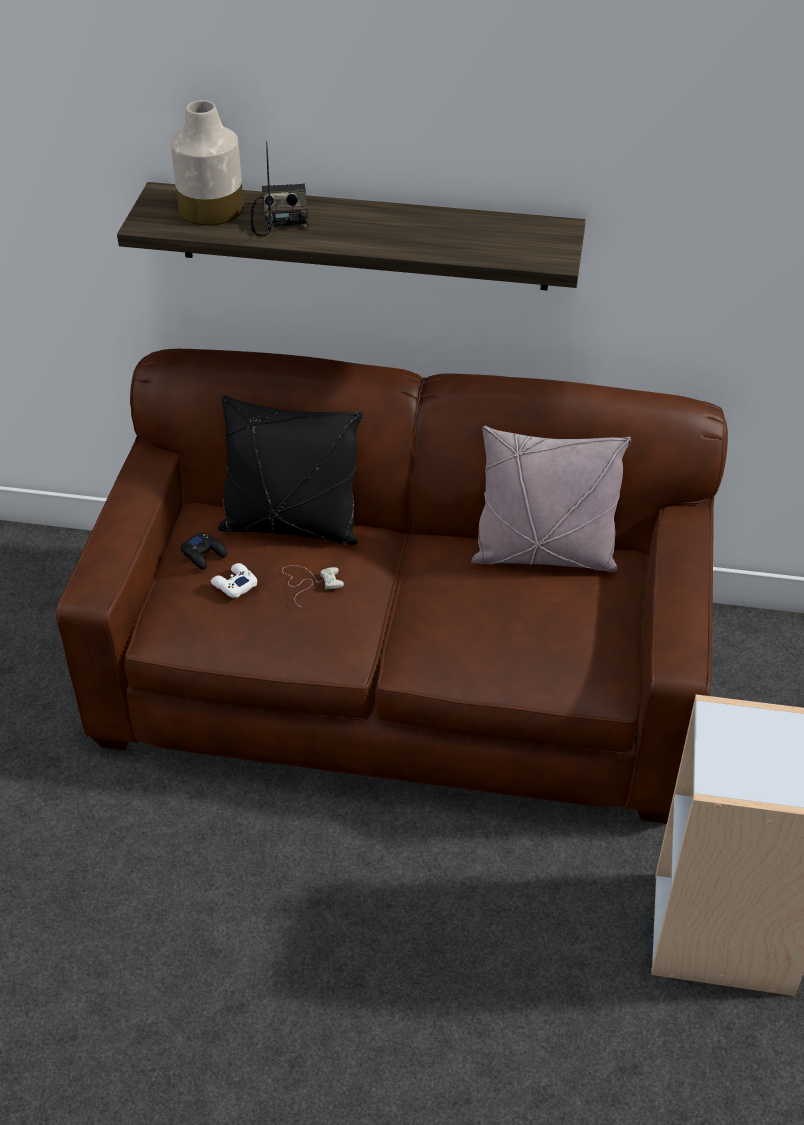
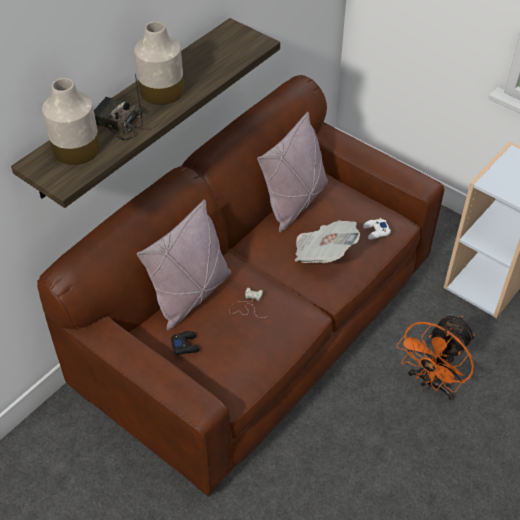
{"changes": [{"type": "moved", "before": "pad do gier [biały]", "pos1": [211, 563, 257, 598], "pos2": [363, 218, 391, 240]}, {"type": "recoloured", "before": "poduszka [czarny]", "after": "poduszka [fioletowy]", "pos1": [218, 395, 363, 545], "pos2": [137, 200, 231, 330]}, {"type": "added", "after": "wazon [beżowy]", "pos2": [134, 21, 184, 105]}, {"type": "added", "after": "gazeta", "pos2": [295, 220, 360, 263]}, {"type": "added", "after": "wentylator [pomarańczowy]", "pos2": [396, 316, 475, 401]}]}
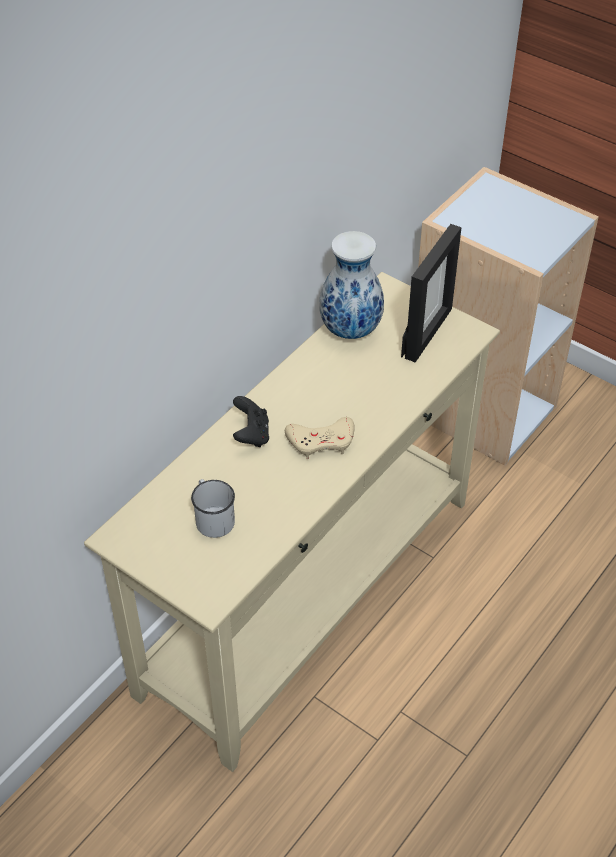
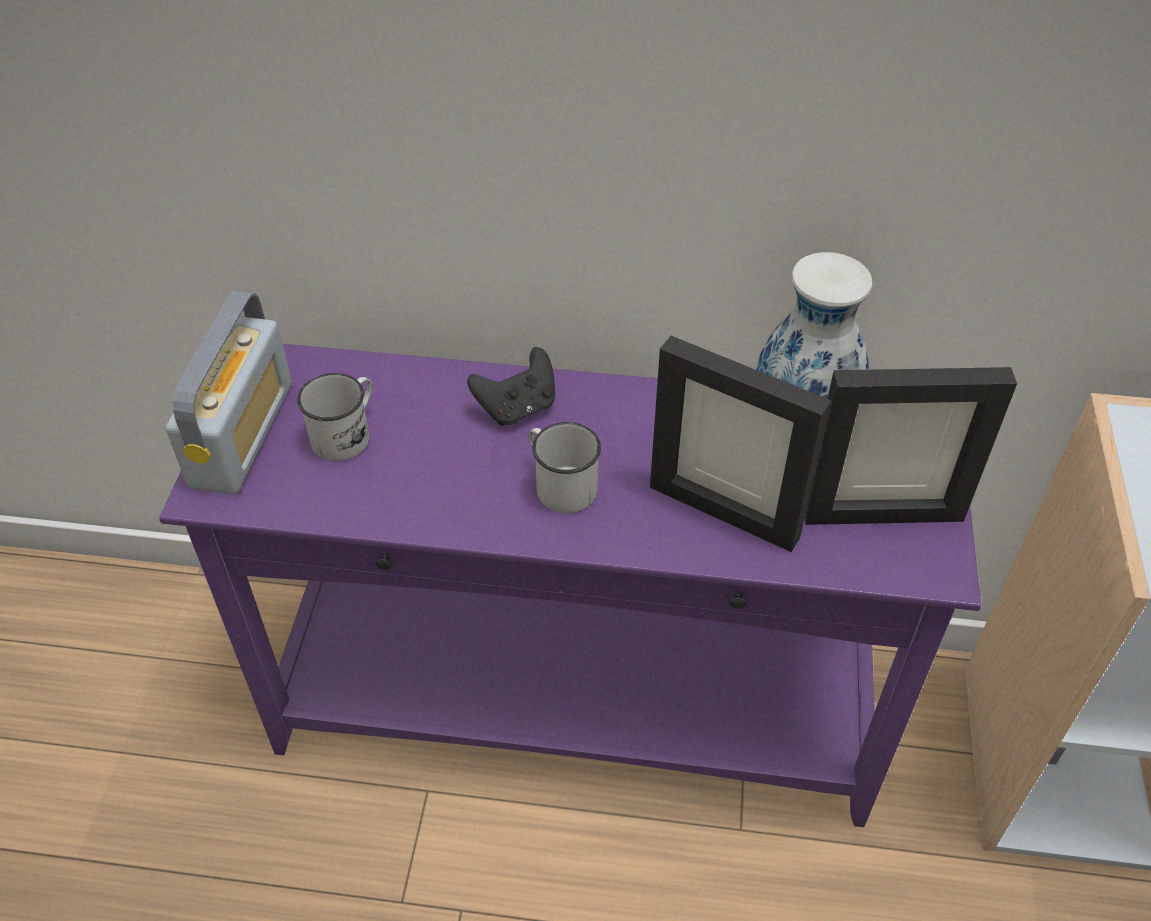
{"changes": [{"type": "recoloured", "before": "stolik konsolowy [beżowy]", "after": "stolik konsolowy [fioletowy]", "pos1": [84, 272, 500, 772], "pos2": [159, 344, 981, 827]}, {"type": "replaced", "before": "pad do gier [beżowy]", "after": "kubek [biały]", "pos1": [285, 417, 355, 459], "pos2": [529, 422, 601, 513]}, {"type": "added", "after": "radio", "pos2": [166, 291, 292, 495]}, {"type": "added", "after": "ramka na zdjęcie", "pos2": [650, 336, 831, 552]}]}
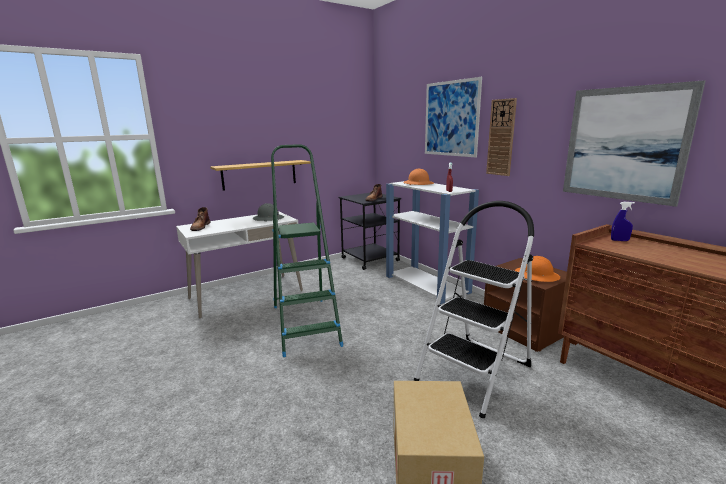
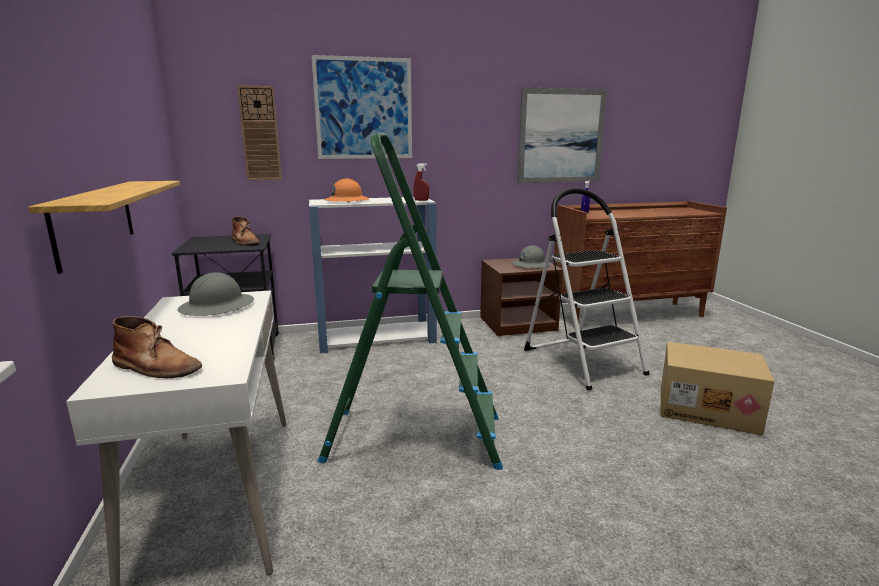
{"changes": [{"type": "moved", "before": "zegar ścienny", "pos1": [486, 98, 517, 176], "pos2": [237, 85, 282, 180]}, {"type": "recoloured", "before": "kask [pomarańczowy]", "after": "kask [szary]", "pos1": [515, 256, 560, 282], "pos2": [512, 246, 551, 268]}]}
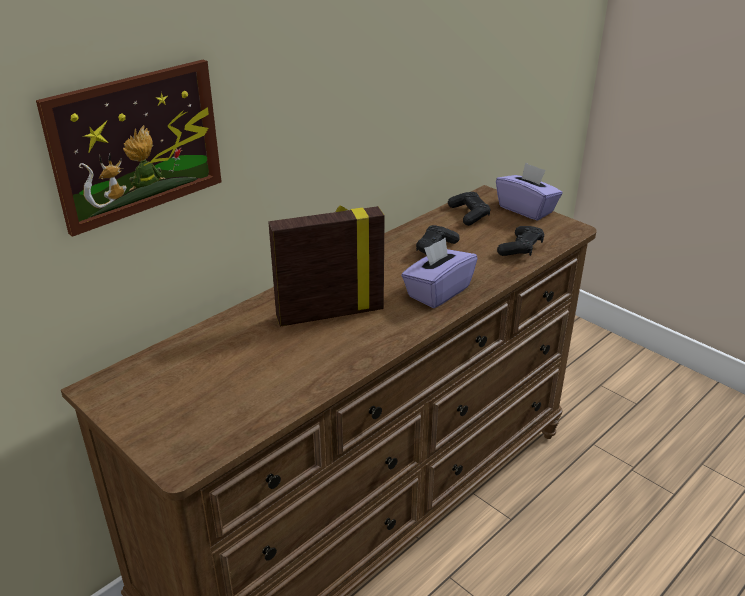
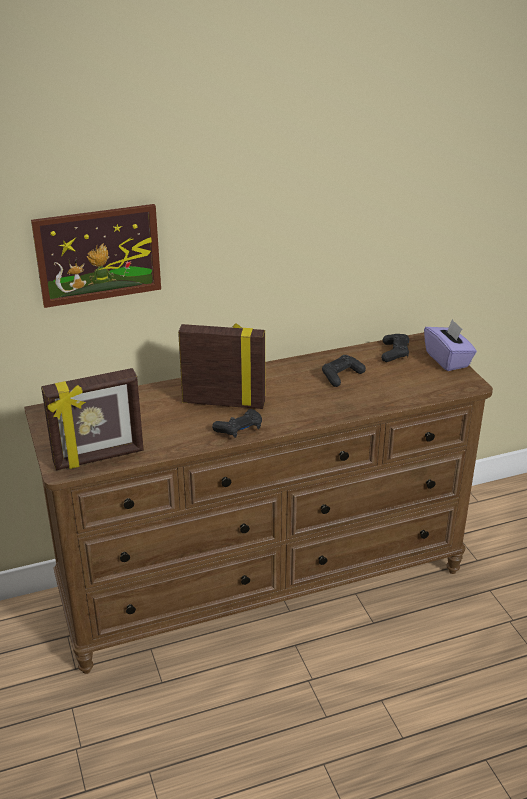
{"changes": [{"type": "removed", "before": "pudełko chusteczek [fioletowy]", "pos1": [401, 238, 478, 308]}, {"type": "moved", "before": "pad do gier [czarny]", "pos1": [497, 226, 544, 256], "pos2": [212, 409, 262, 438]}, {"type": "added", "after": "ramka na zdjęcie", "pos2": [41, 368, 144, 470]}]}
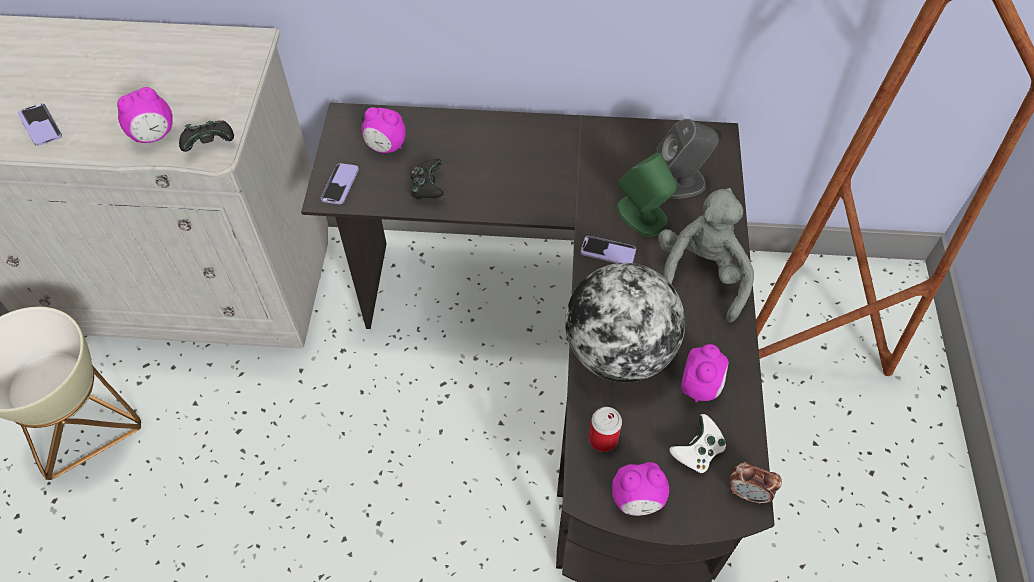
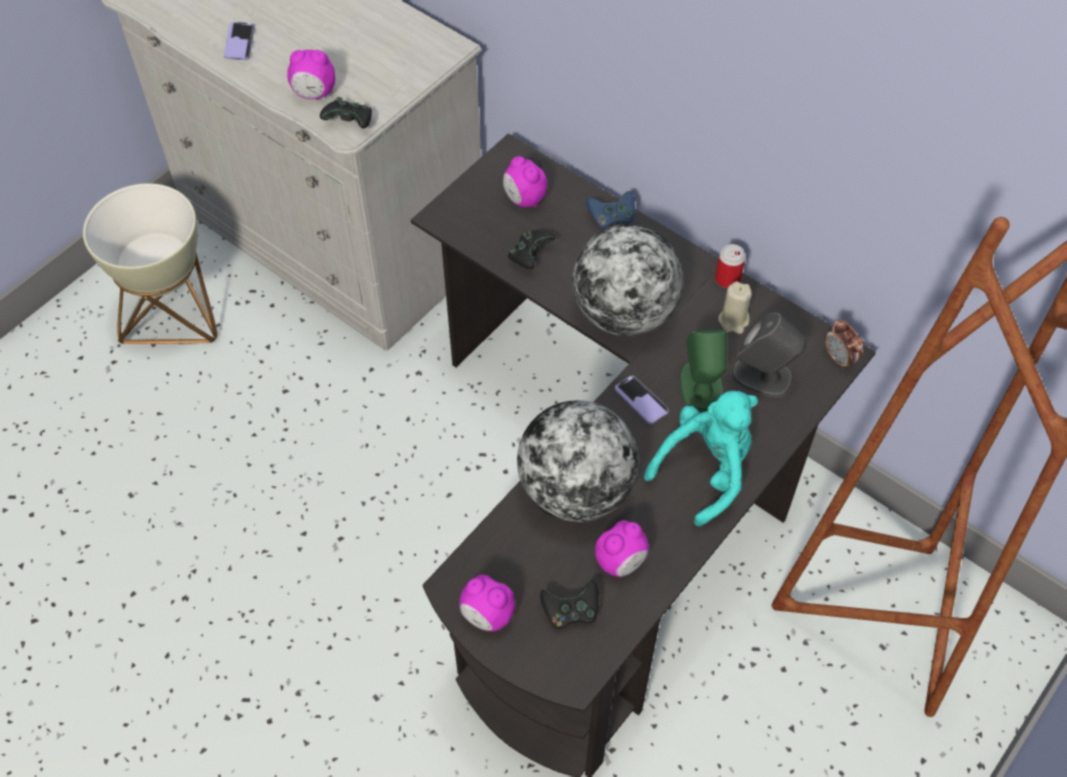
{"changes": [{"type": "removed", "before": "telefon", "pos1": [321, 163, 359, 204]}, {"type": "moved", "before": "puszka", "pos1": [589, 407, 622, 452], "pos2": [715, 244, 746, 288]}, {"type": "recoloured", "before": "pluszak [szary]", "after": "pluszak [turkusowy]", "pos1": [658, 188, 754, 323], "pos2": [644, 391, 758, 526]}, {"type": "recoloured", "before": "pad do gier [biały]", "after": "pad do gier [czarny]", "pos1": [669, 414, 726, 473], "pos2": [540, 581, 599, 629]}, {"type": "moved", "before": "budzik", "pos1": [729, 462, 782, 504], "pos2": [825, 319, 864, 370]}, {"type": "added", "after": "globus", "pos2": [572, 224, 683, 336]}, {"type": "added", "after": "pad do gier [niebieski]", "pos2": [587, 191, 635, 229]}, {"type": "added", "after": "świeca [beżowy]", "pos2": [718, 281, 752, 334]}]}
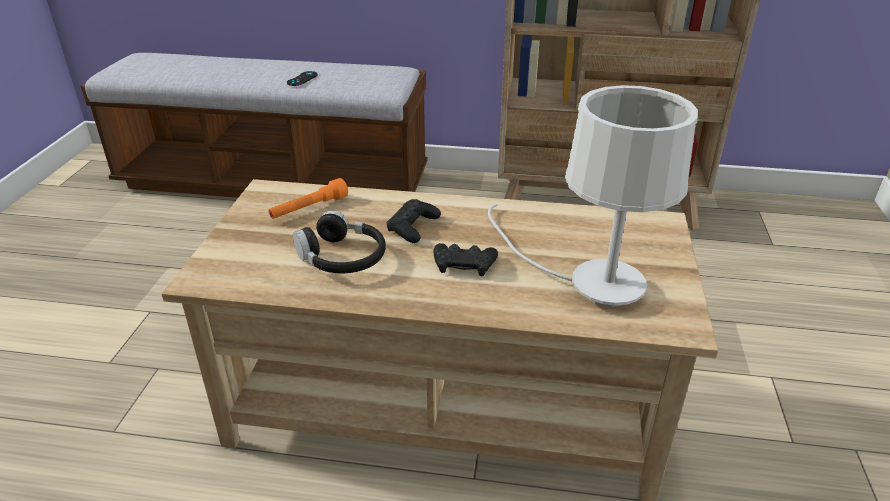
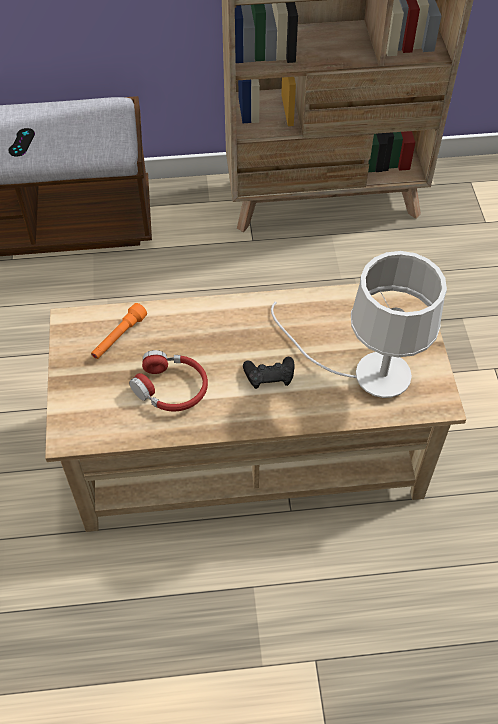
{"changes": [{"type": "recoloured", "before": "słuchawki [czarny]", "after": "słuchawki [czerwony]", "pos1": [293, 210, 386, 273], "pos2": [129, 350, 208, 411]}, {"type": "removed", "before": "pad do gier [czarny]", "pos1": [386, 199, 441, 243]}]}
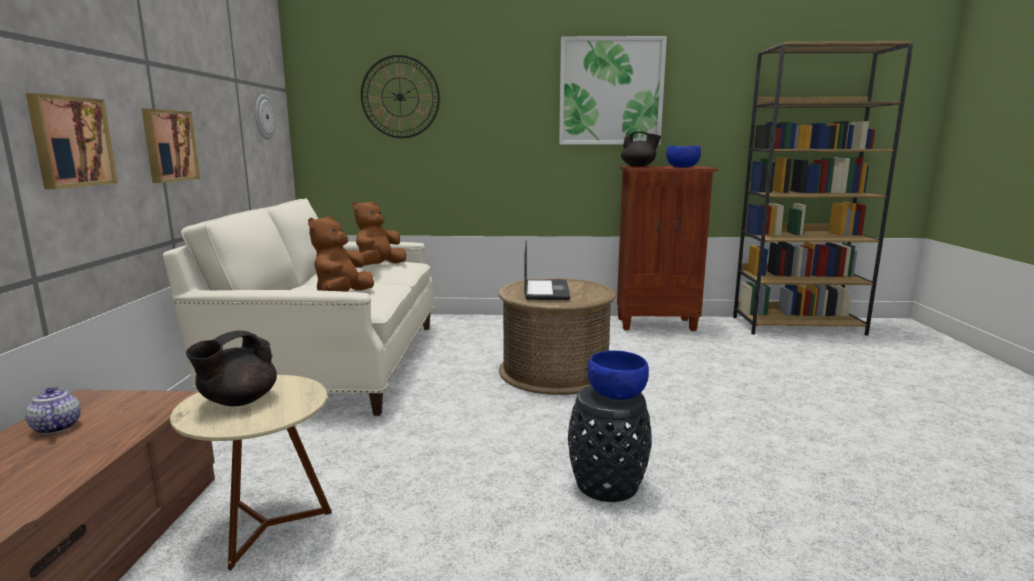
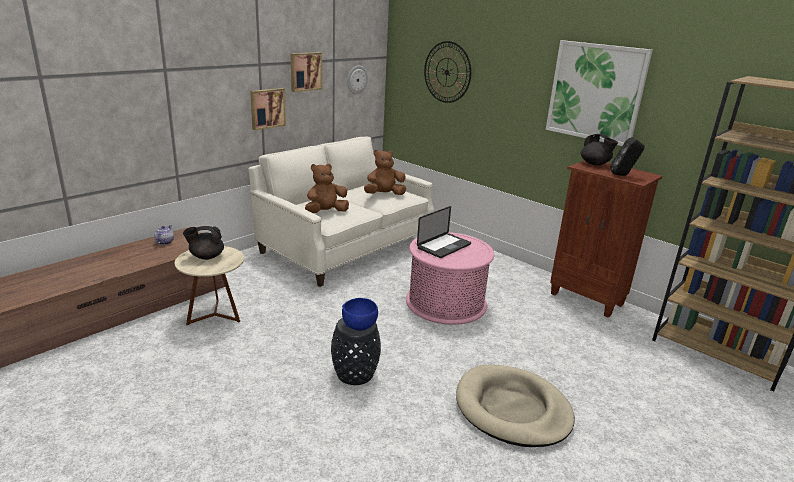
{"changes": [{"type": "moved", "before": "obraz", "pos1": [26, 93, 118, 189], "pos2": [291, 52, 322, 92]}, {"type": "recoloured", "before": "ława [brązowy]", "after": "ława [różowy]", "pos1": [498, 278, 616, 395], "pos2": [406, 232, 494, 325]}, {"type": "replaced", "before": "miska [niebieski]", "after": "głośnik [czarny]", "pos1": [666, 146, 701, 168], "pos2": [610, 137, 645, 176]}, {"type": "added", "after": "legowisko [beżowy]", "pos2": [456, 365, 575, 447]}]}
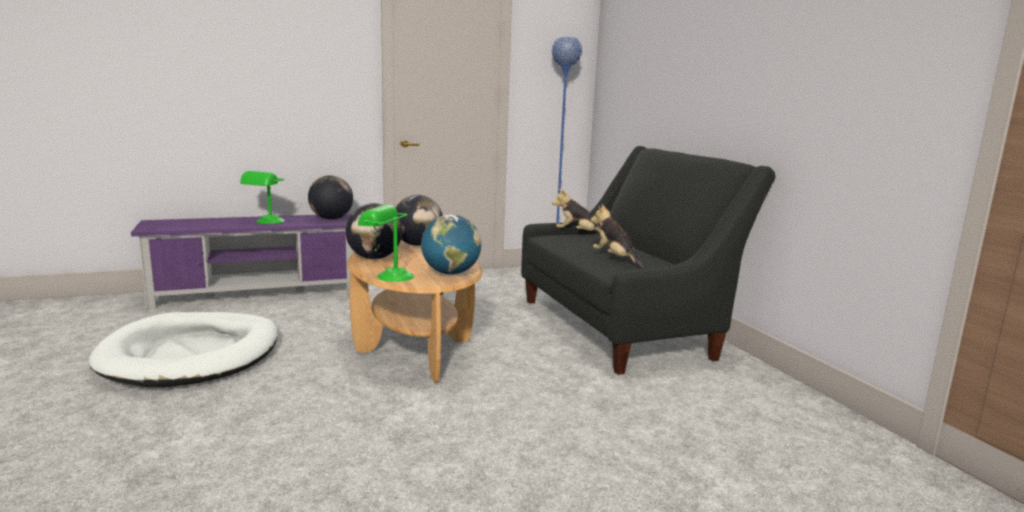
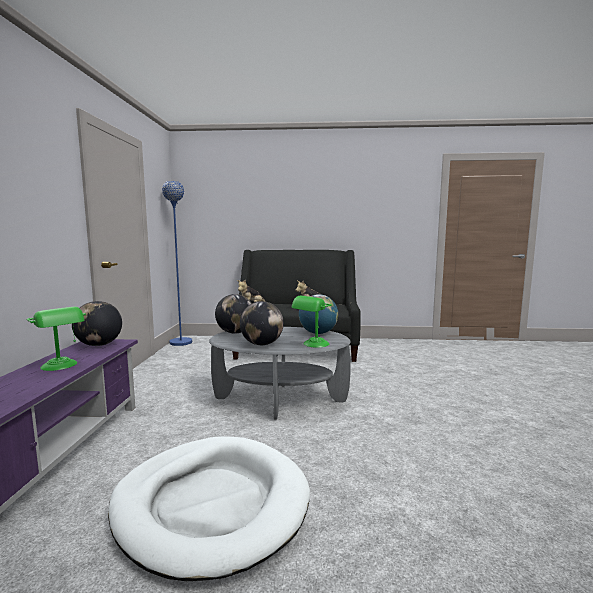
{"changes": [{"type": "recoloured", "before": "ława [brązowy]", "after": "ława [szary]", "pos1": [347, 241, 482, 383], "pos2": [209, 327, 351, 420]}]}
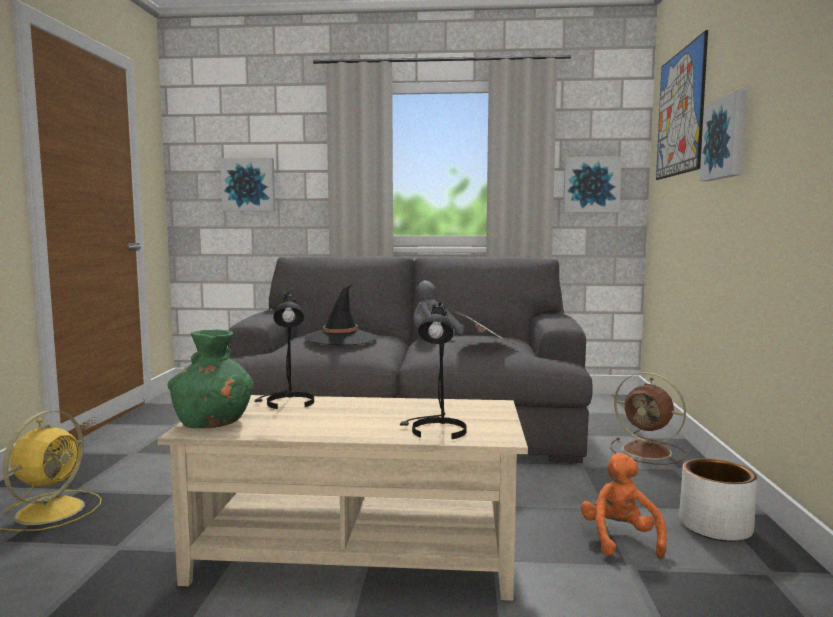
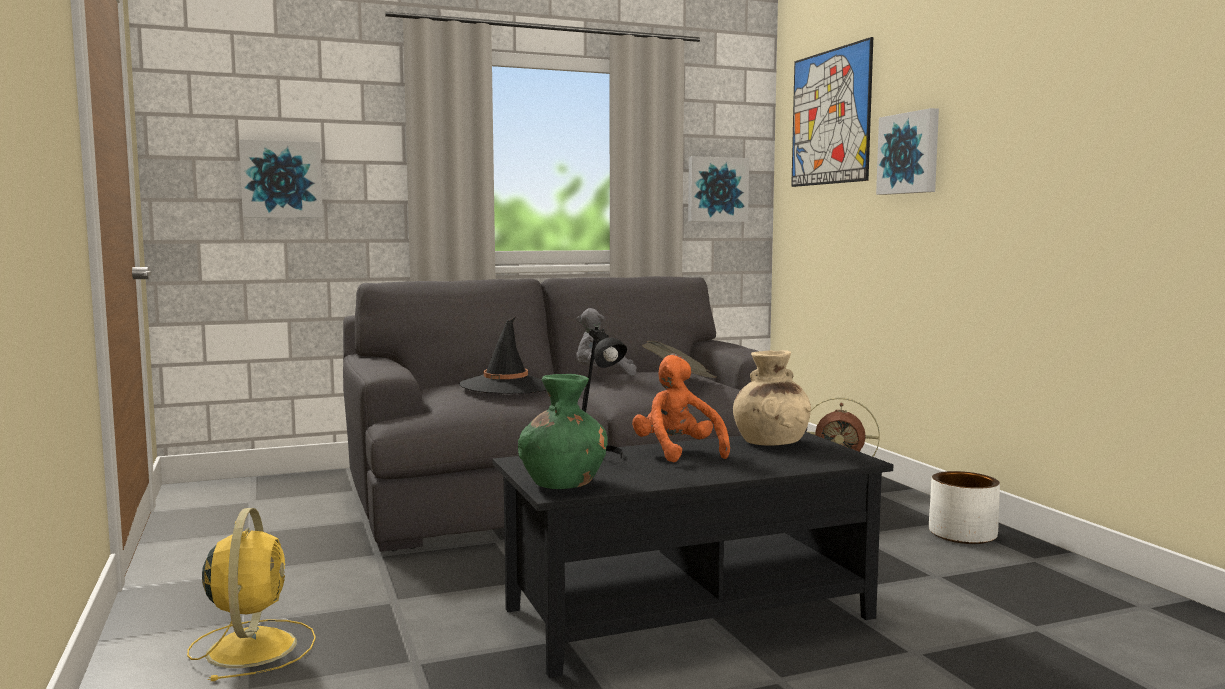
{"changes": [{"type": "recoloured", "before": "ława [beżowy]", "after": "ława [czarny]", "pos1": [158, 395, 528, 601], "pos2": [493, 432, 893, 678]}, {"type": "removed", "before": "lampa stołowa [czarny]", "pos1": [400, 302, 467, 439]}, {"type": "moved", "before": "pluszak [pomarańczowy]", "pos1": [580, 453, 667, 559], "pos2": [632, 355, 730, 462]}, {"type": "added", "after": "wazon [beżowy]", "pos2": [733, 350, 811, 446]}]}
